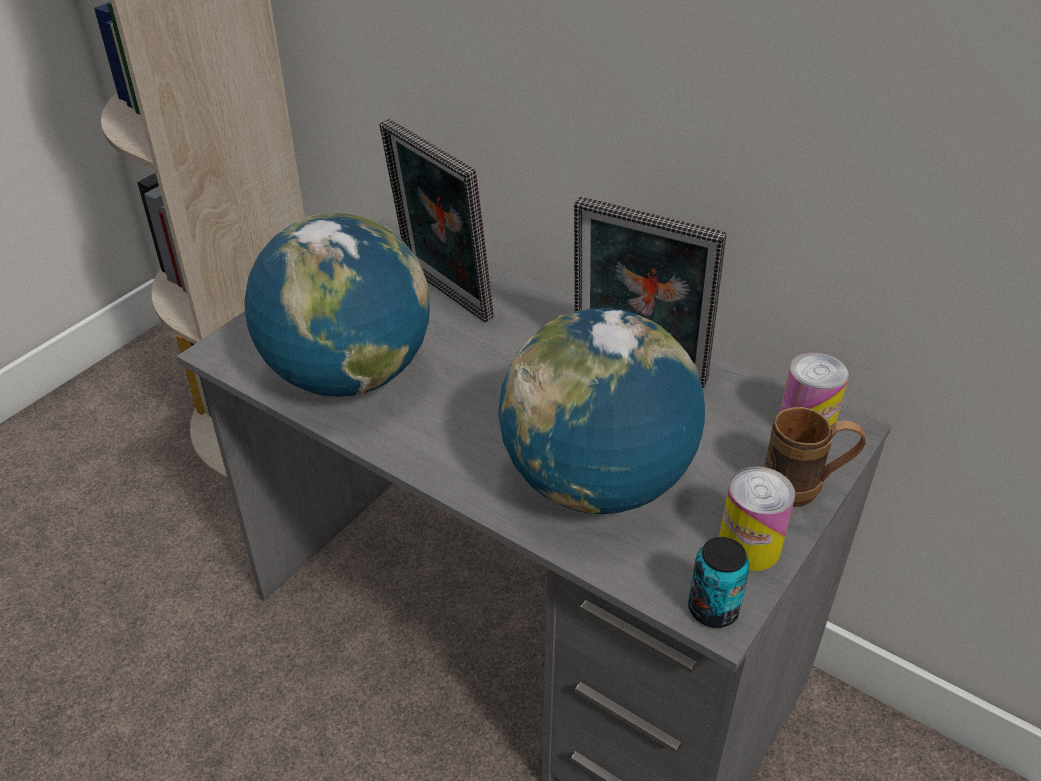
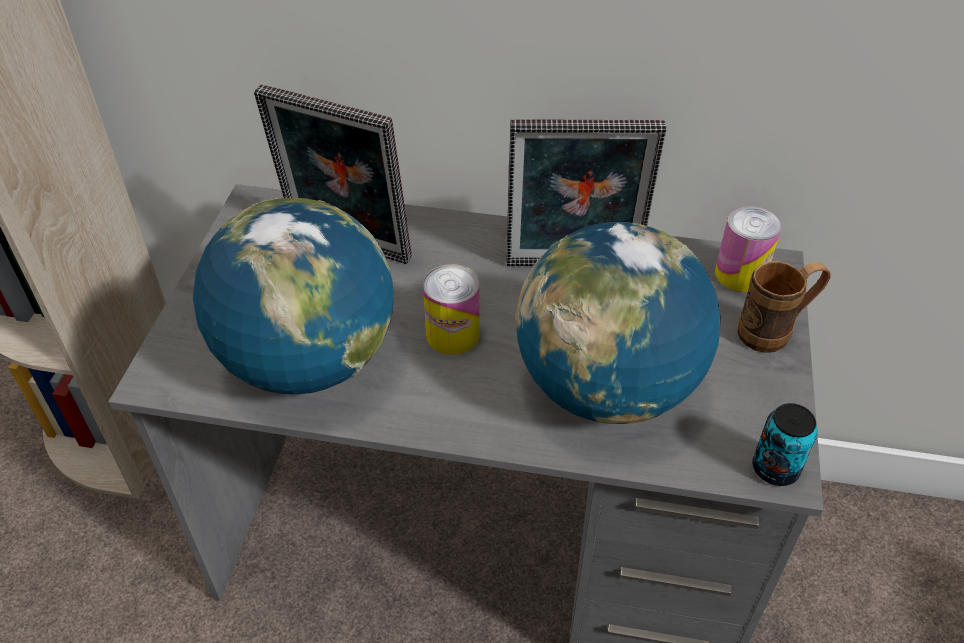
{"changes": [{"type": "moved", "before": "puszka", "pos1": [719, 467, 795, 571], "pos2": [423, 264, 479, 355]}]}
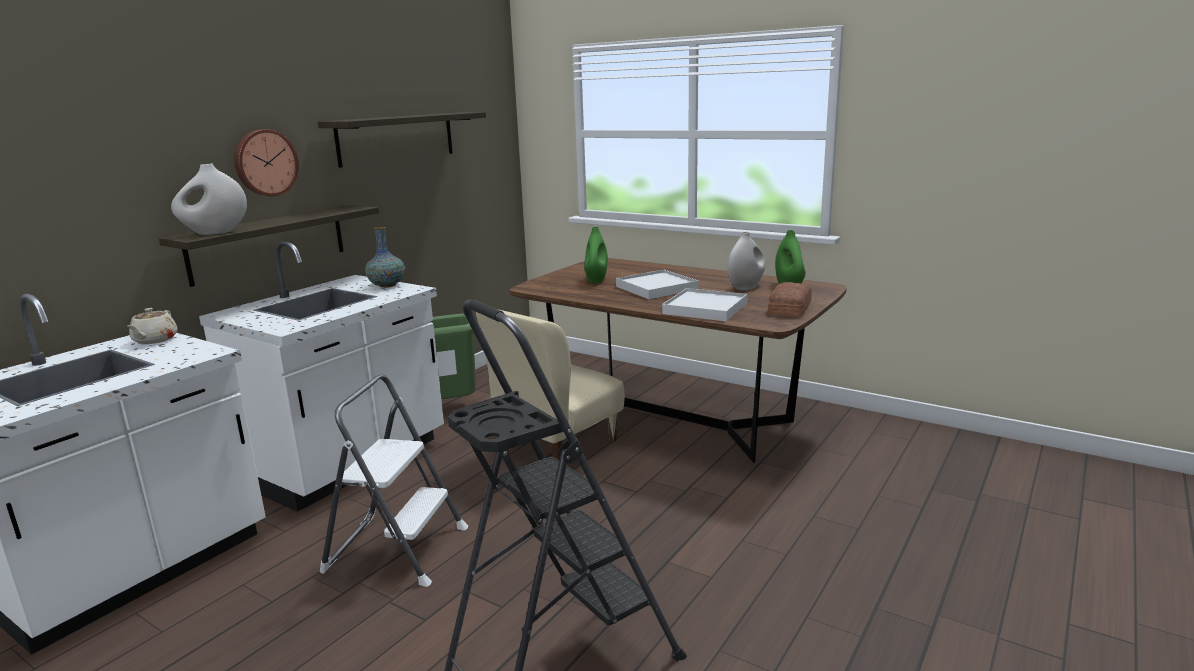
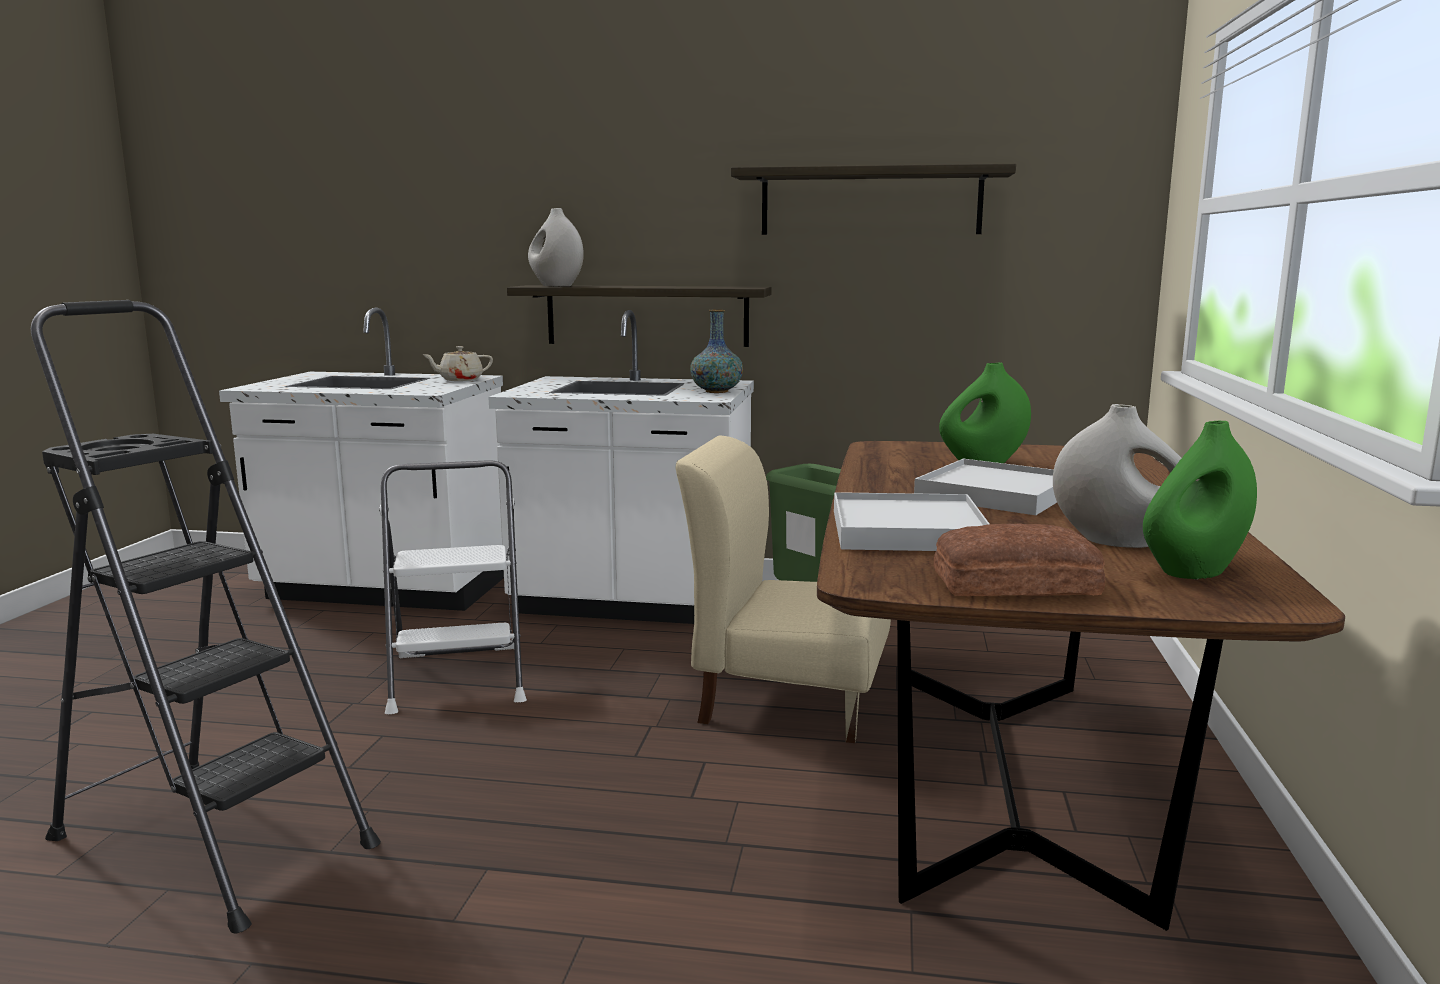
{"changes": [{"type": "removed", "before": "zegar ścienny", "pos1": [235, 129, 299, 196]}]}
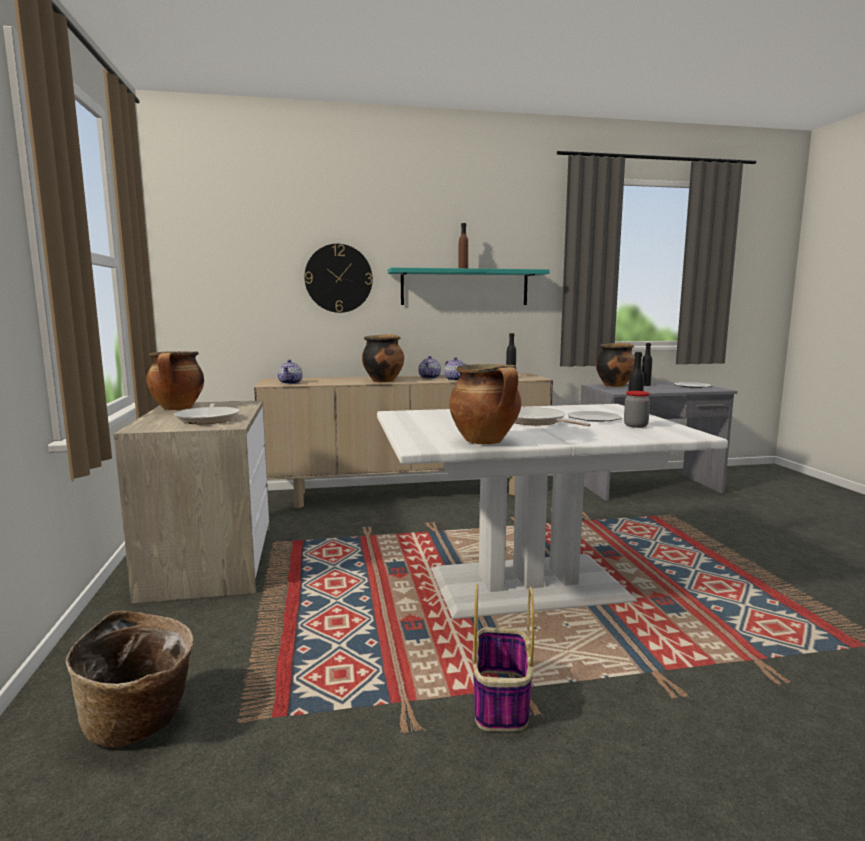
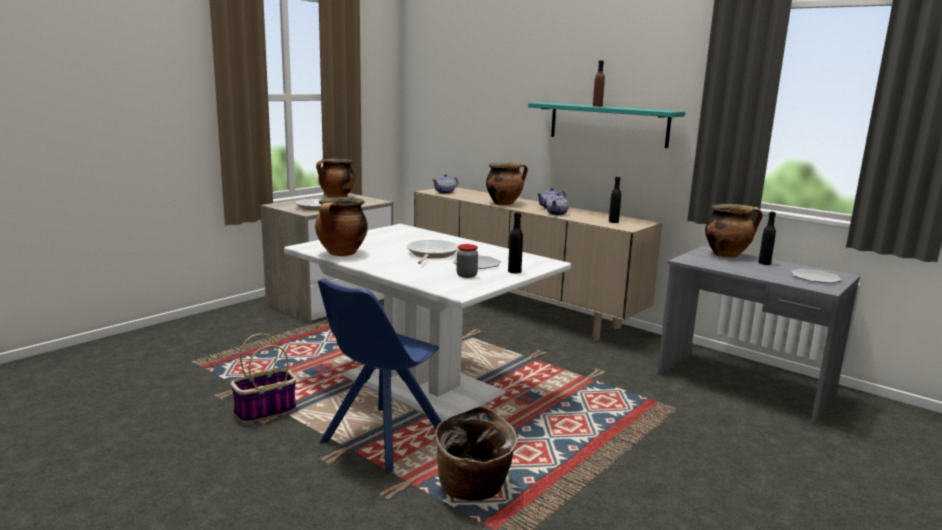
{"changes": [{"type": "moved", "before": "koszyk", "pos1": [66, 611, 194, 748], "pos2": [435, 406, 517, 501]}, {"type": "removed", "before": "zegar ścienny", "pos1": [305, 244, 373, 313]}, {"type": "added", "after": "krzesło [niebieski]", "pos2": [318, 278, 442, 473]}]}
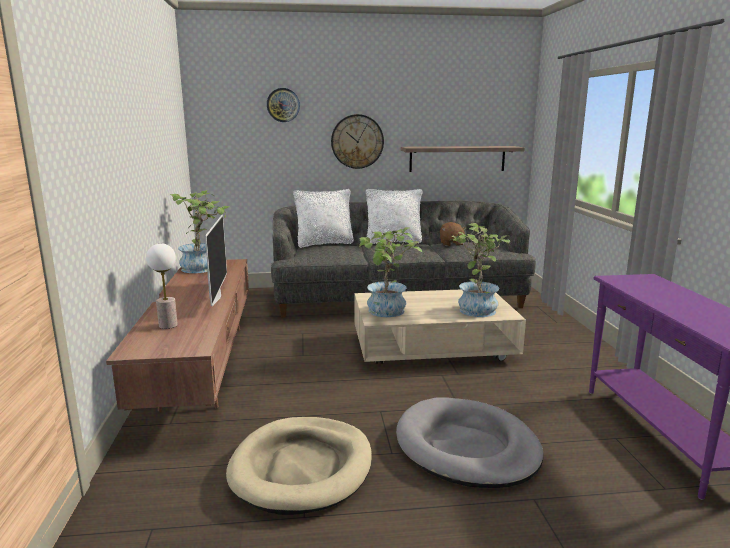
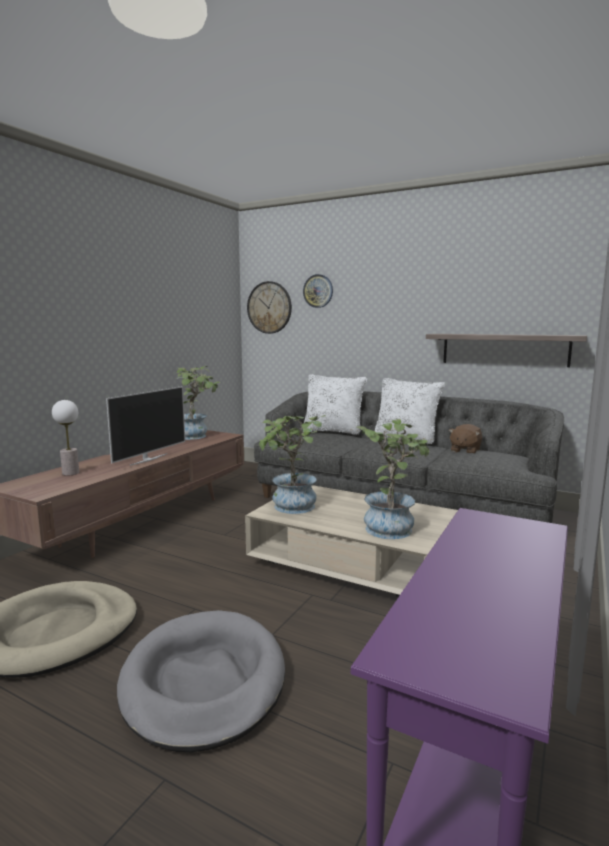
{"changes": [{"type": "moved", "before": "zegar ścienny", "pos1": [331, 114, 384, 169], "pos2": [247, 281, 292, 334]}]}
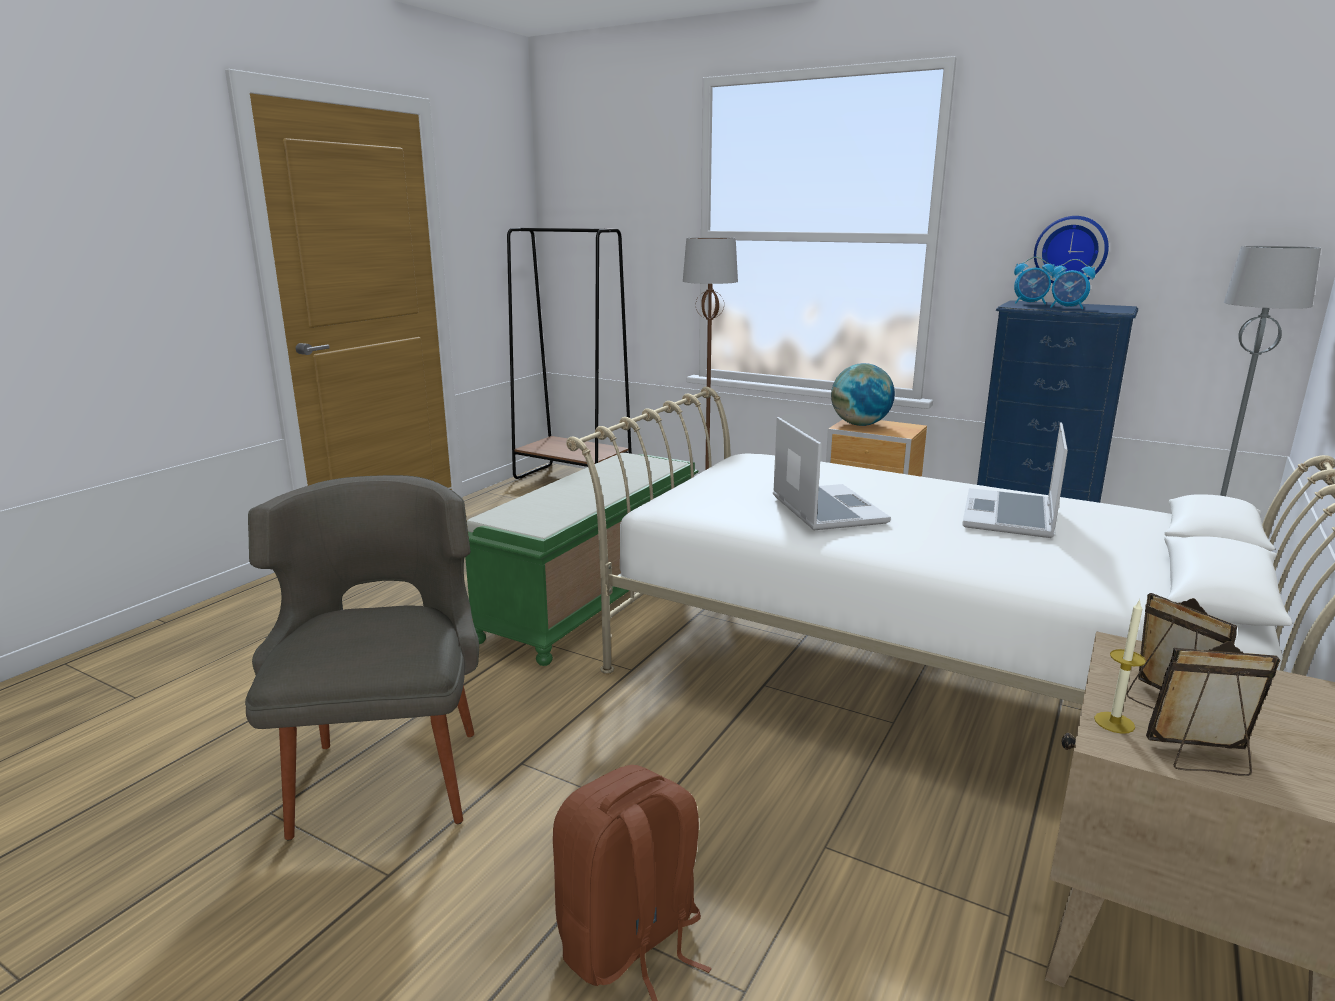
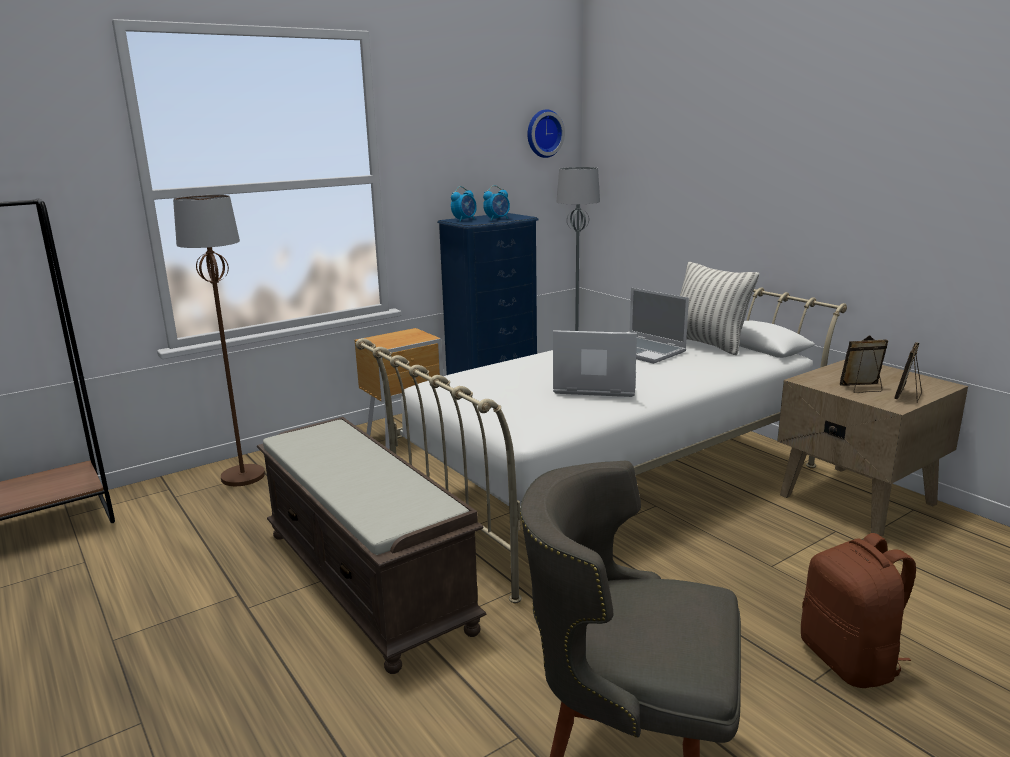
{"changes": [{"type": "recoloured", "before": "ławka [zielony]", "after": "ławka [brązowy]", "pos1": [465, 453, 698, 666], "pos2": [257, 417, 486, 674]}, {"type": "removed", "before": "globus", "pos1": [831, 363, 895, 426]}, {"type": "moved", "before": "zegar ścienny", "pos1": [1034, 216, 1109, 283], "pos2": [527, 109, 565, 158]}, {"type": "removed", "before": "świeca", "pos1": [1094, 599, 1146, 734]}, {"type": "added", "after": "poduszka", "pos2": [680, 262, 759, 355]}]}
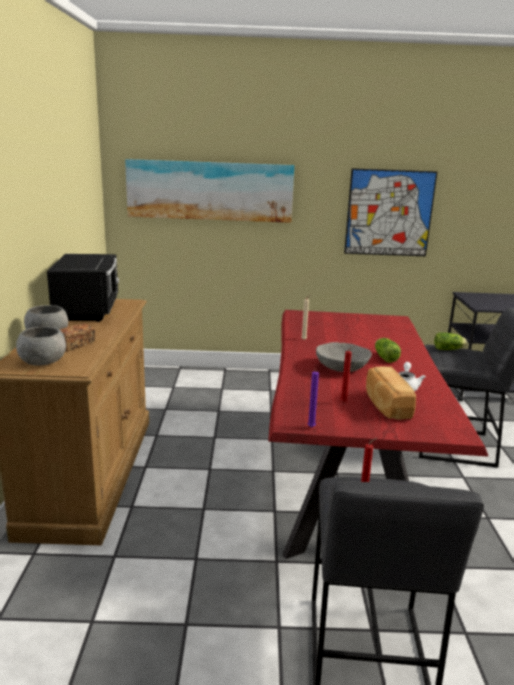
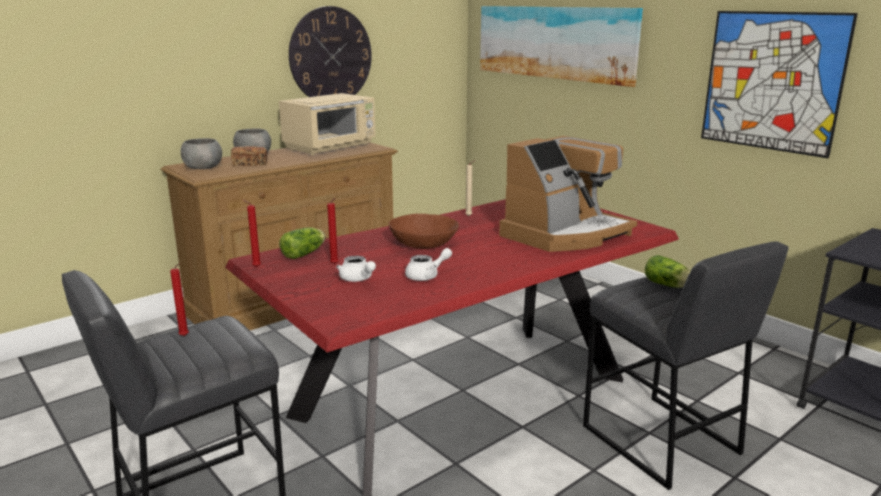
{"changes": [{"type": "recoloured", "before": "mikrofalówka [czarny]", "after": "mikrofalówka [beżowy]", "pos1": [47, 254, 119, 322], "pos2": [279, 93, 375, 155]}, {"type": "recoloured", "before": "świeca [fioletowy]", "after": "świeca [czerwony]", "pos1": [308, 369, 319, 428], "pos2": [243, 200, 261, 267]}, {"type": "recoloured", "before": "miska [szary]", "after": "miska [brązowy]", "pos1": [316, 342, 372, 372], "pos2": [388, 214, 459, 249]}, {"type": "replaced", "before": "chleb", "after": "imbryk [biały]", "pos1": [366, 366, 416, 420], "pos2": [336, 256, 376, 282]}, {"type": "moved", "before": "sałata", "pos1": [375, 338, 401, 363], "pos2": [279, 227, 326, 259]}, {"type": "added", "after": "zegar ścienny", "pos2": [289, 6, 372, 97]}, {"type": "added", "after": "ekspres do kawy", "pos2": [499, 136, 637, 252]}]}
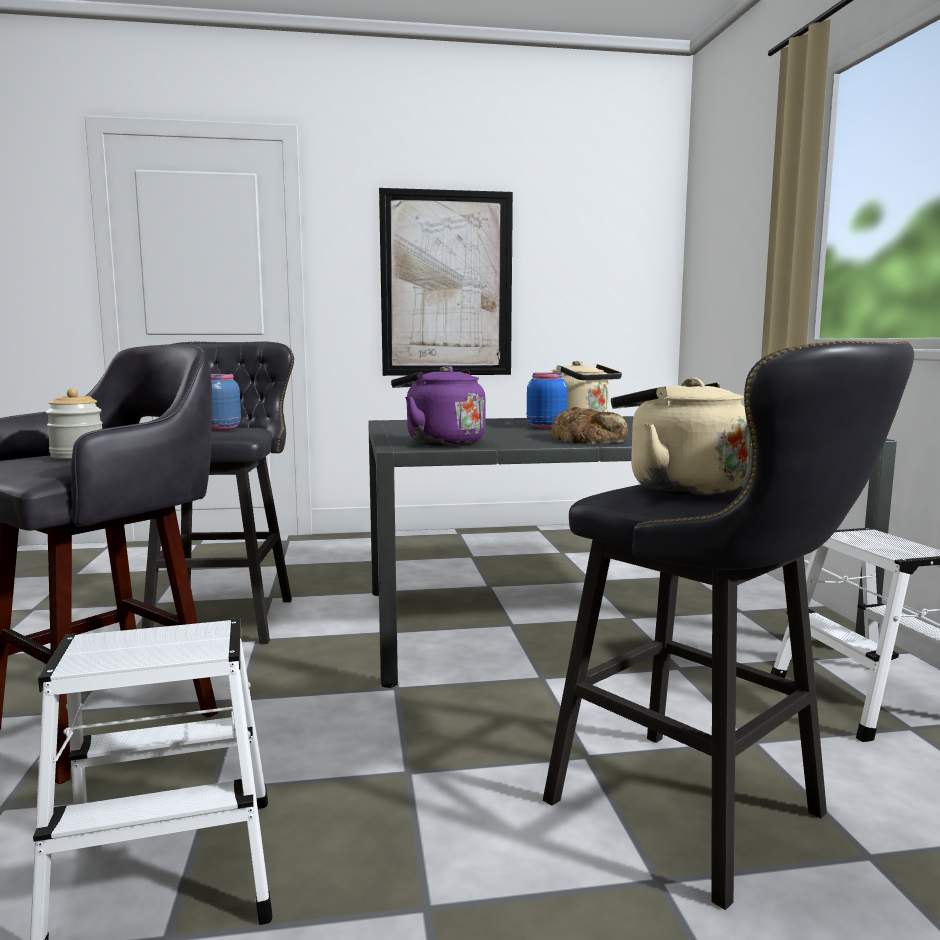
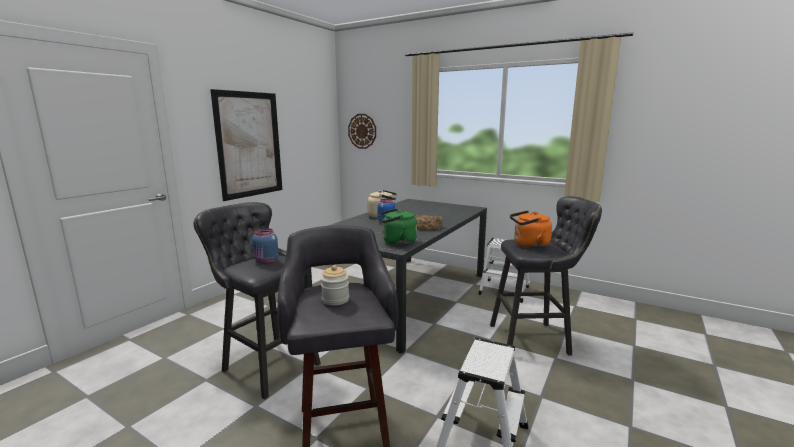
{"changes": [{"type": "recoloured", "before": "czajnik [fioletowy]", "after": "czajnik [zielony]", "pos1": [391, 366, 485, 446], "pos2": [379, 208, 417, 245]}, {"type": "recoloured", "before": "czajnik [beżowy]", "after": "czajnik [pomarańczowy]", "pos1": [611, 377, 751, 495], "pos2": [510, 210, 552, 248]}, {"type": "added", "after": "zegar ścienny", "pos2": [348, 114, 376, 149]}]}
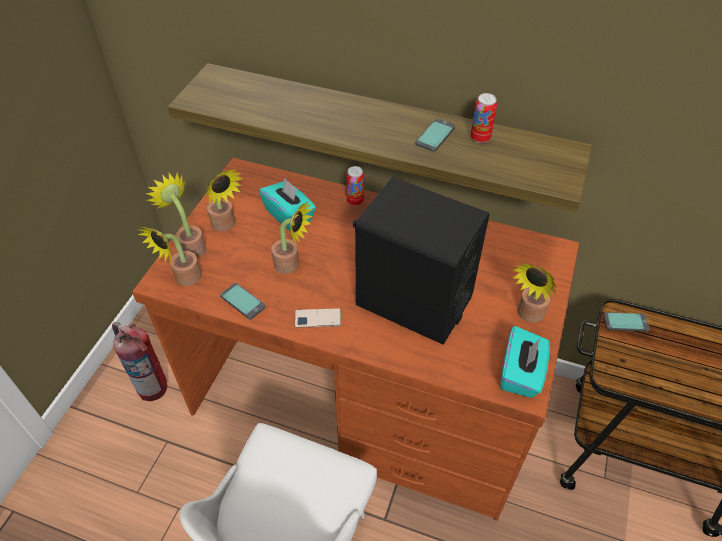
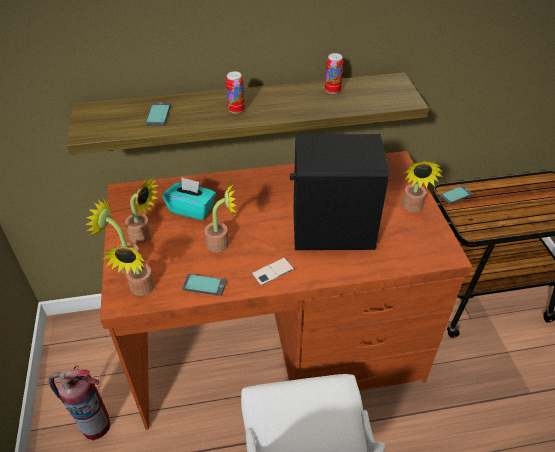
{"changes": [{"type": "moved", "before": "puszka", "pos1": [346, 166, 364, 206], "pos2": [226, 71, 245, 114]}, {"type": "moved", "before": "telefon", "pos1": [415, 118, 456, 152], "pos2": [146, 102, 171, 126]}, {"type": "removed", "before": "pudełko chusteczek [turkusowy]", "pos1": [500, 326, 550, 398]}]}
